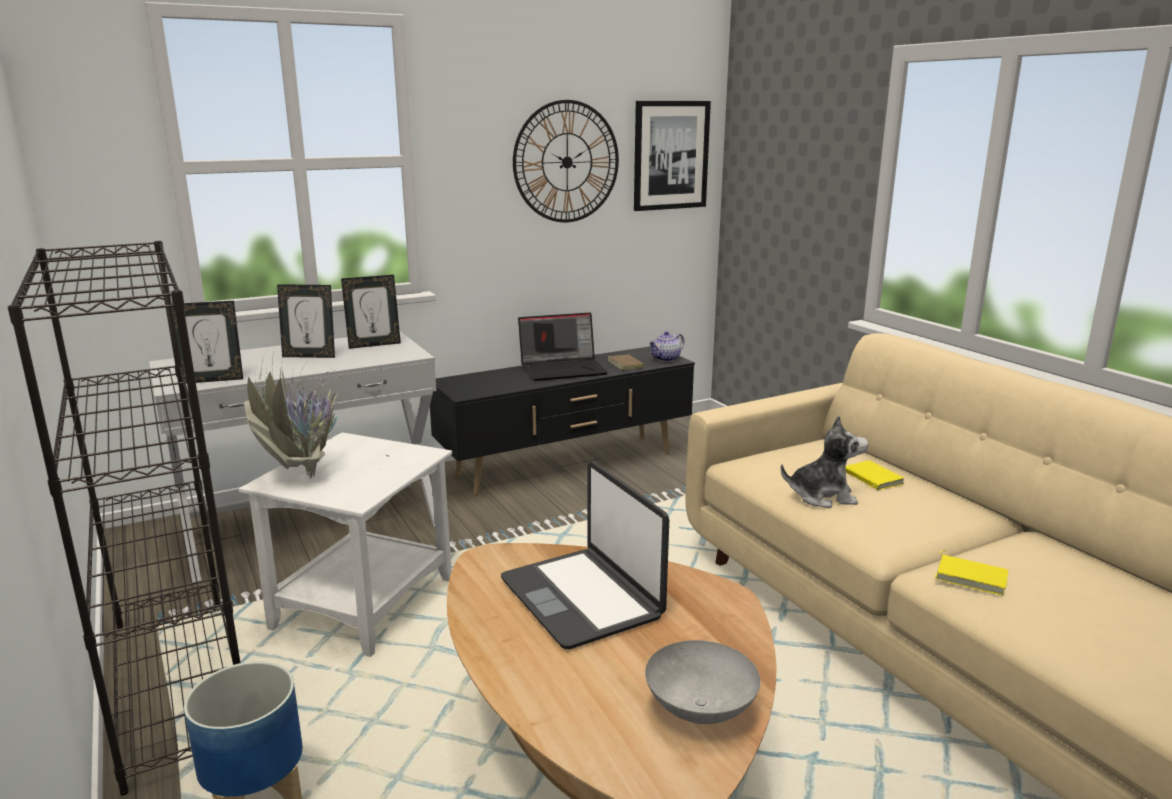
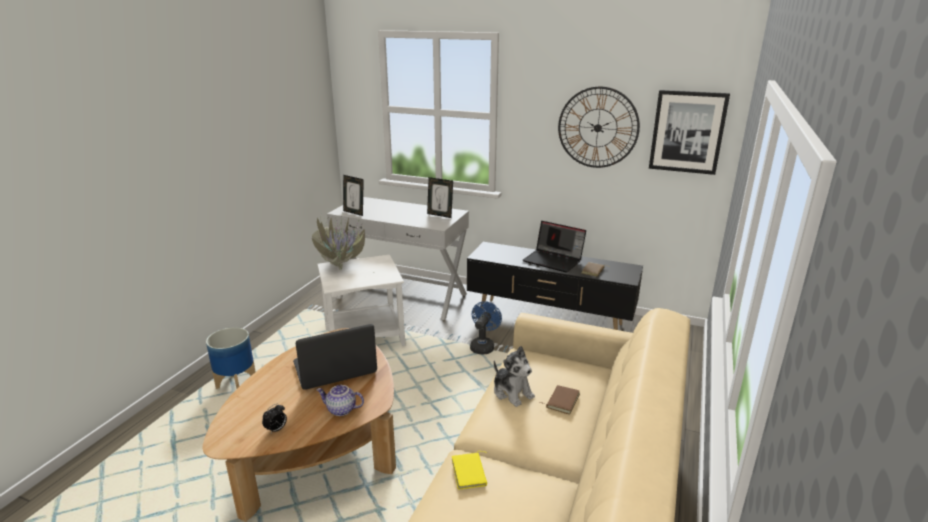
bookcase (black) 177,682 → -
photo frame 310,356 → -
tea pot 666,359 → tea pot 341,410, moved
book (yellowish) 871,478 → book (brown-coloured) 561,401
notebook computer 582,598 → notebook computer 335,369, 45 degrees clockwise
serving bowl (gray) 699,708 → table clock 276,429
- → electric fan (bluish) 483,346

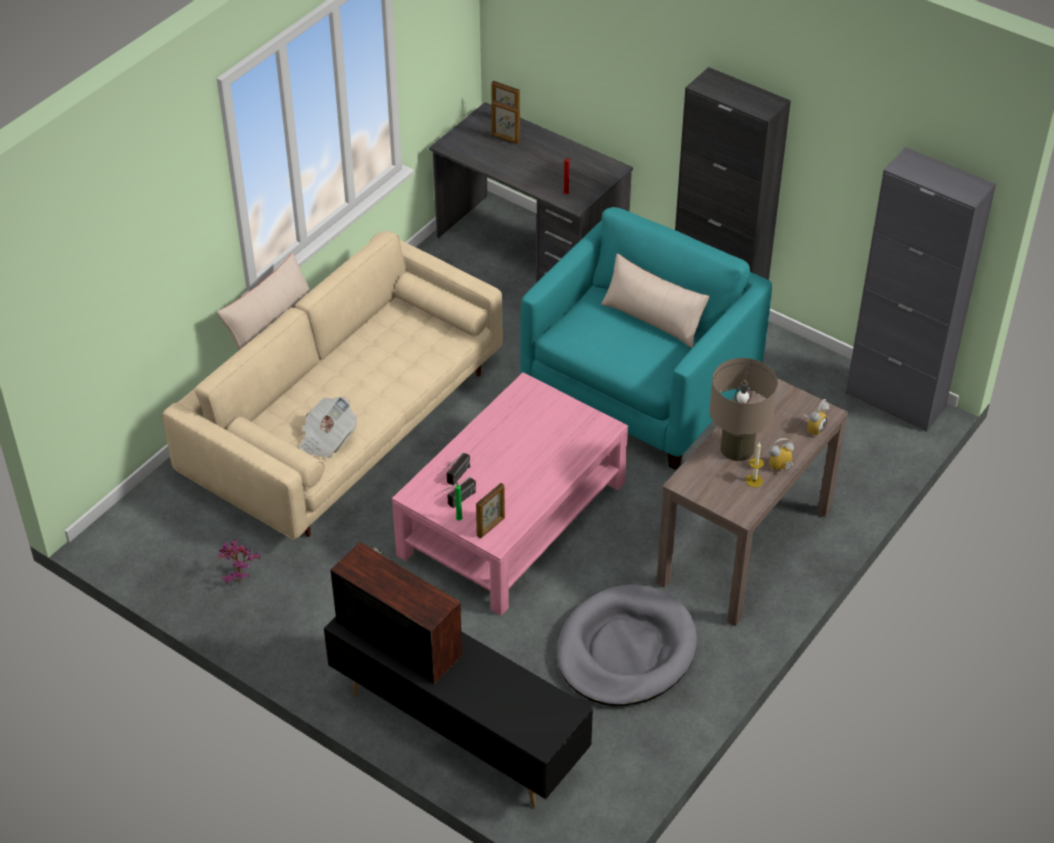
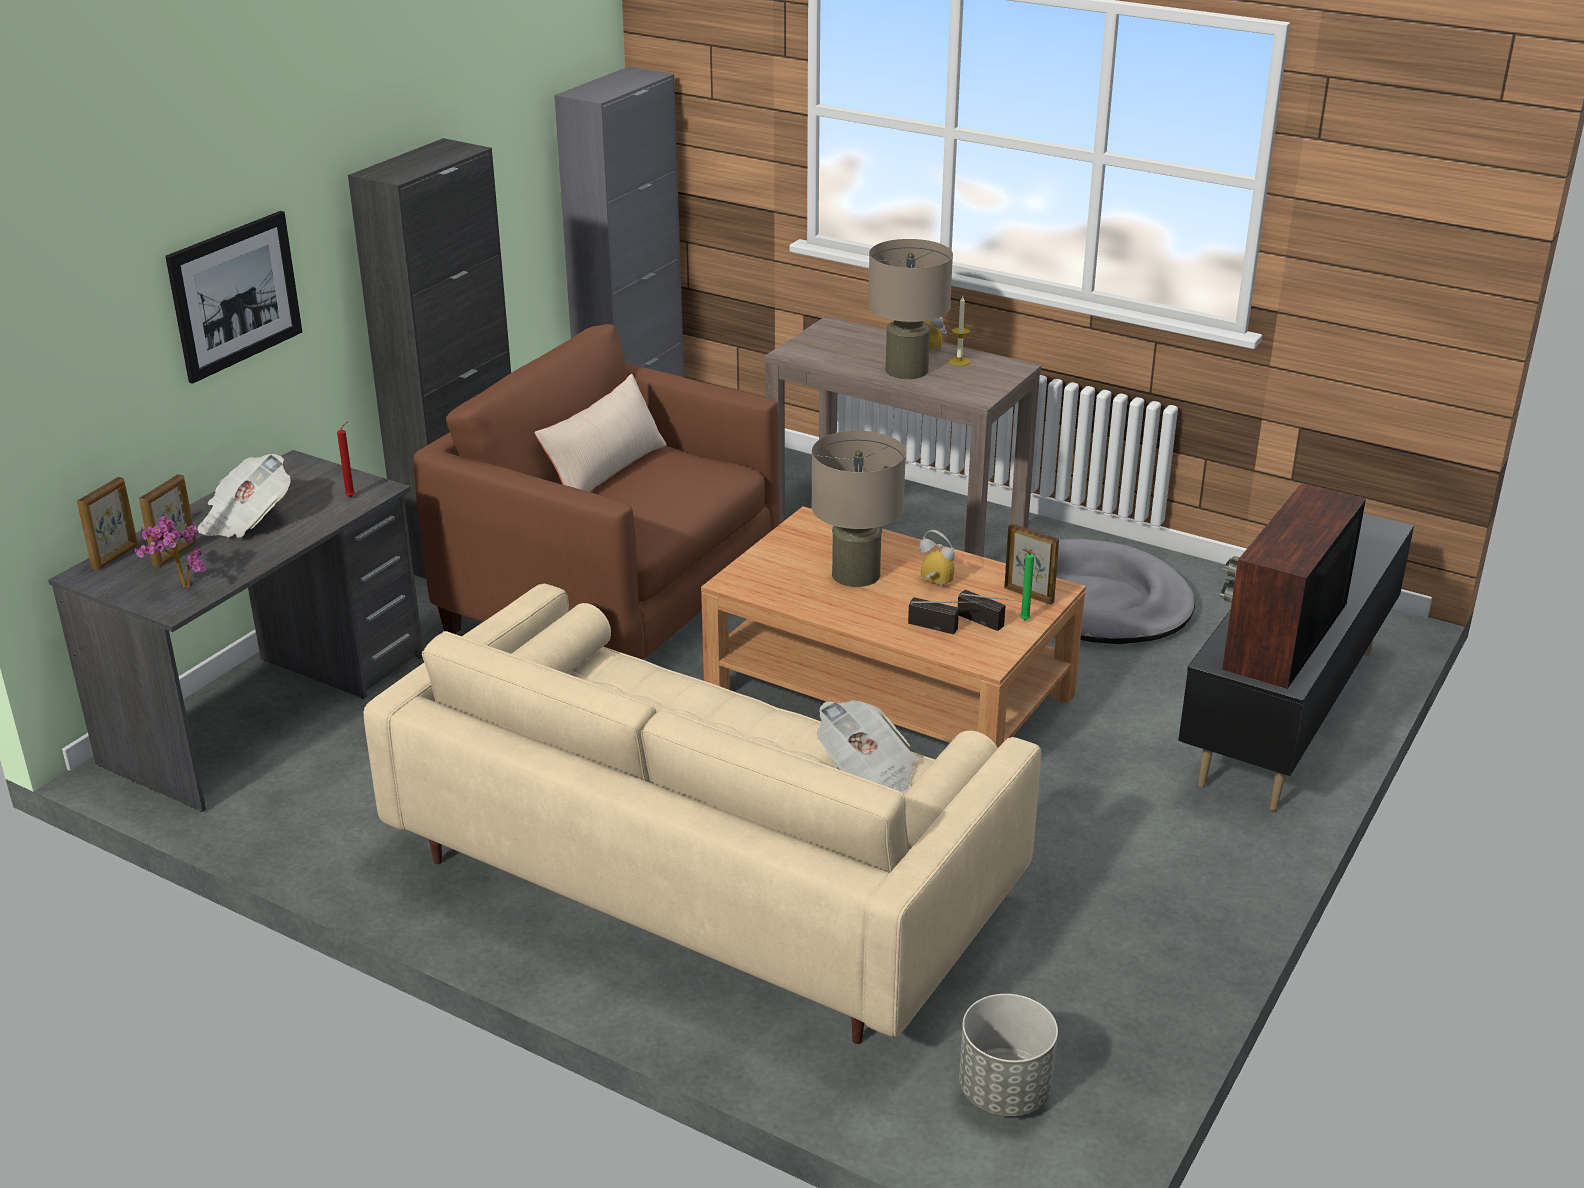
armchair (blue-green) 641,389 → armchair (brown-coloured) 613,602
cushion (beige-coloured) 270,324 → -
lounge table (pinkish) 513,517 → lounge table (brown-coloured) 887,695
table clock 813,427 → table clock 933,584, moved
potted plant 239,578 → potted plant 180,588, moved
- → picture 235,295
- → lamp for a table (beige-coloured) 855,574
- → daily paper 246,520
- → flower pot (gray) 1003,1091

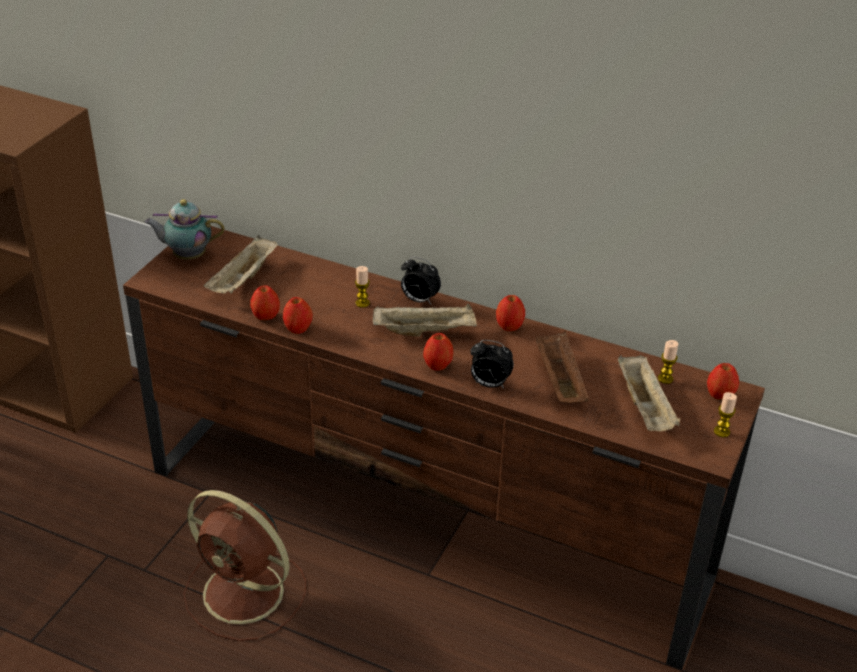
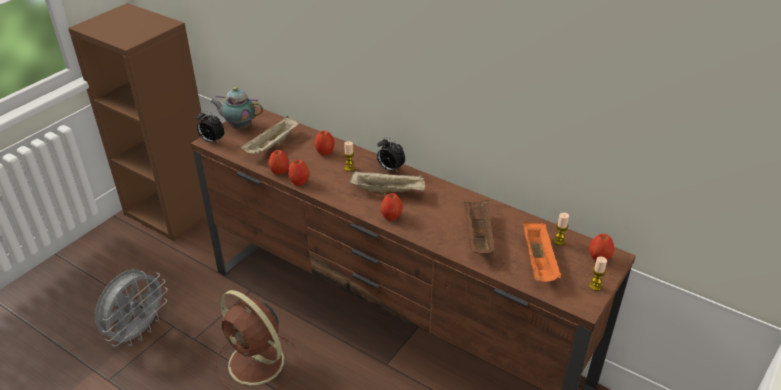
apple 509,326 → apple 325,152, moved
table clock 489,384 → table clock 212,141, moved
serving tray (beige-coloured) 645,408 → serving tray (orange-coloured) 539,262
- → electric fan (gray) 138,332

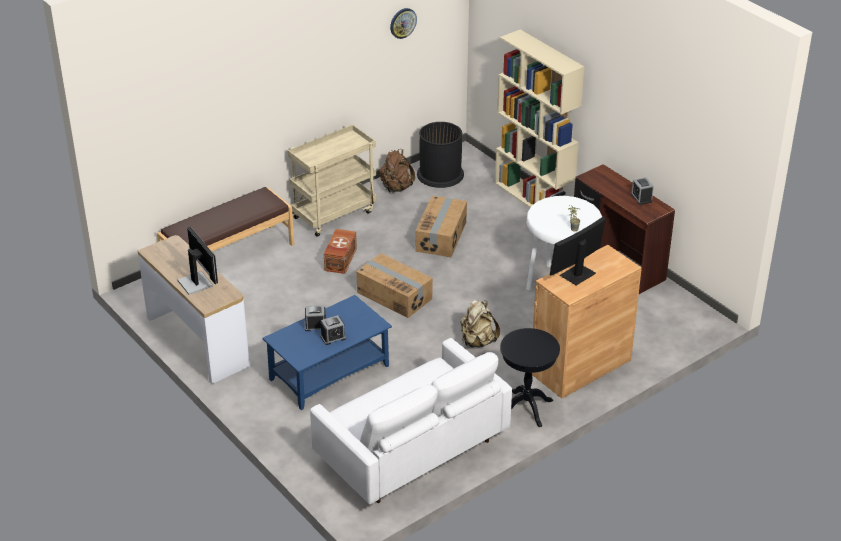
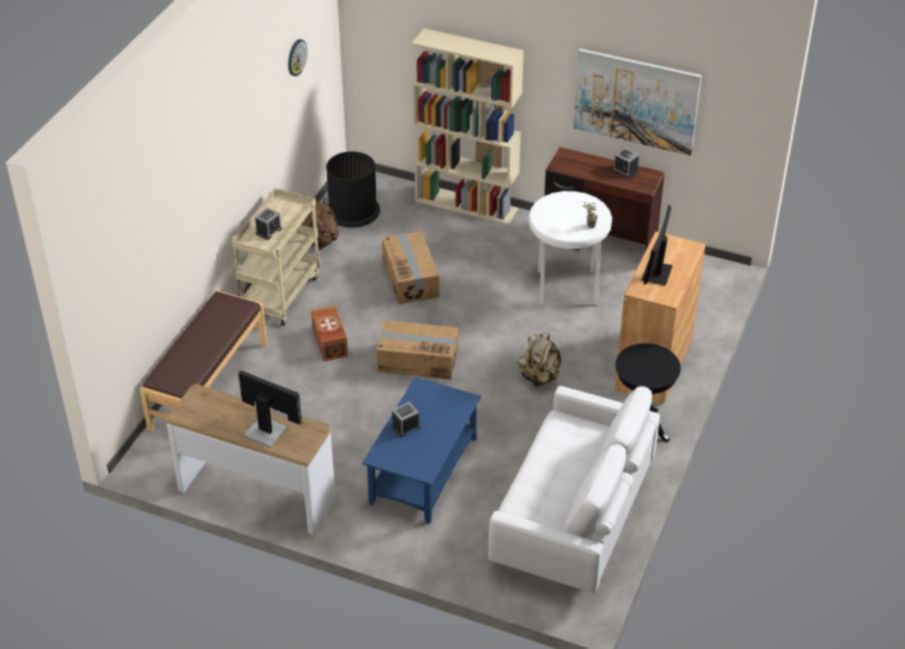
table clock 333,337 → table clock 269,231, moved
- → picture 636,101

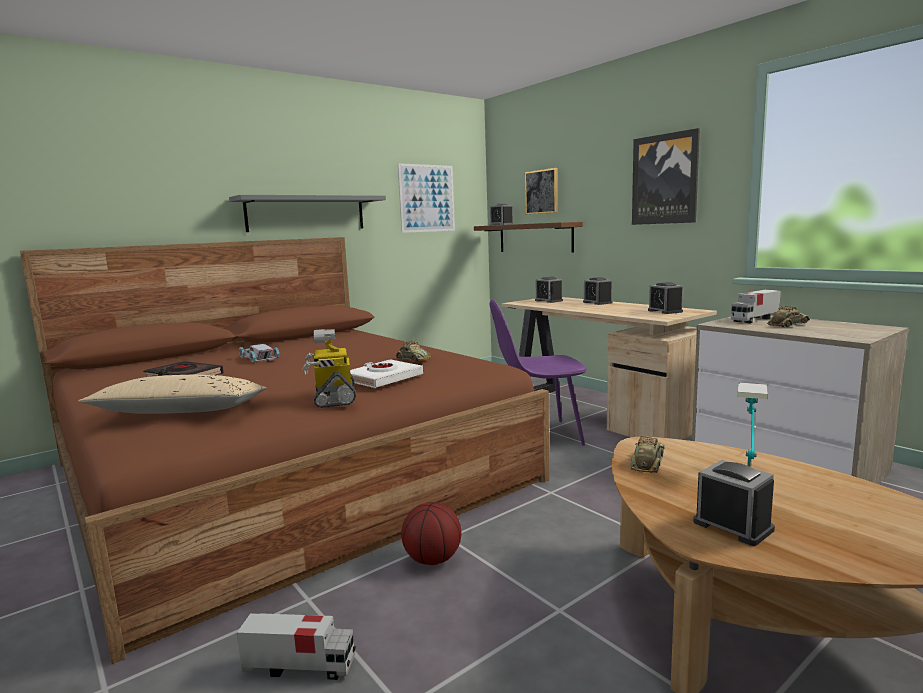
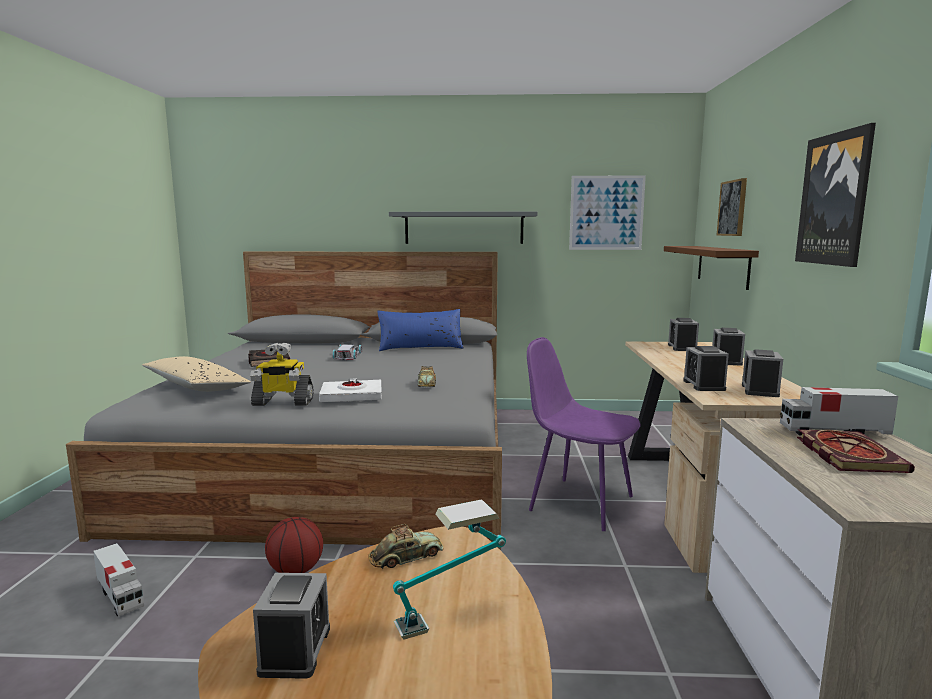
table clock 501,224 → table clock 704,385, moved
bed (brown-coloured) 286,471 → bed (gray) 344,457
model car 788,325 → book 846,454
model robot 334,398 → model robot 282,402, 120 degrees counterclockwise
- → cushion (bluish) 420,348

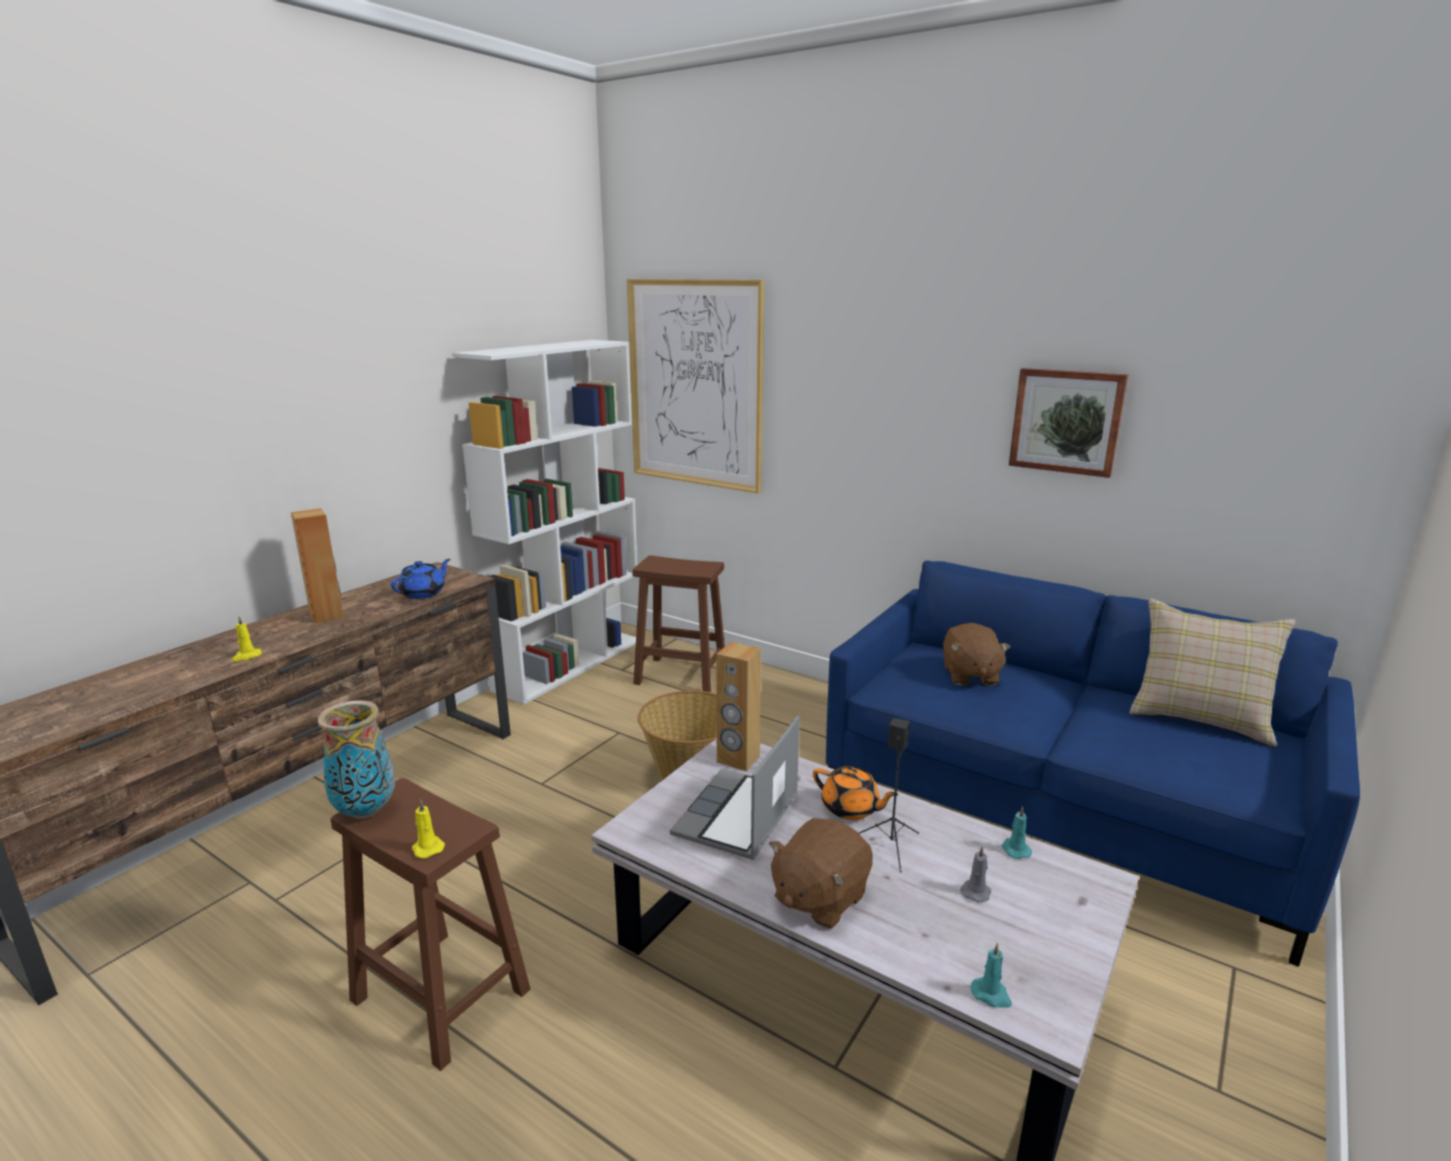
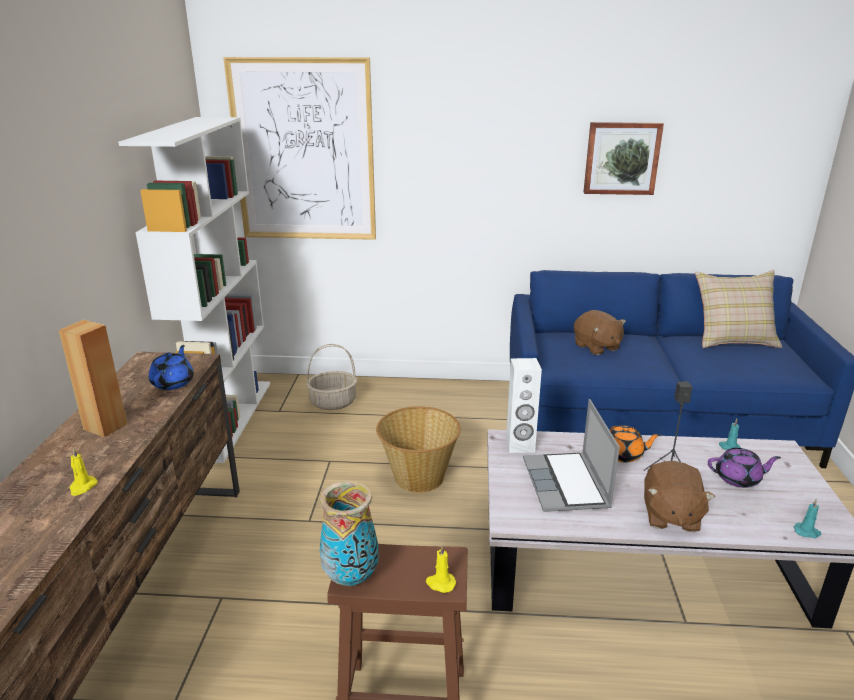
stool seat (brown-coloured) 682,675 → household basket 333,402
audio speaker (brown-coloured) 738,759 → audio speaker (white) 520,446
candle (gray) 976,891 → tea pot (purple-coloured) 738,479

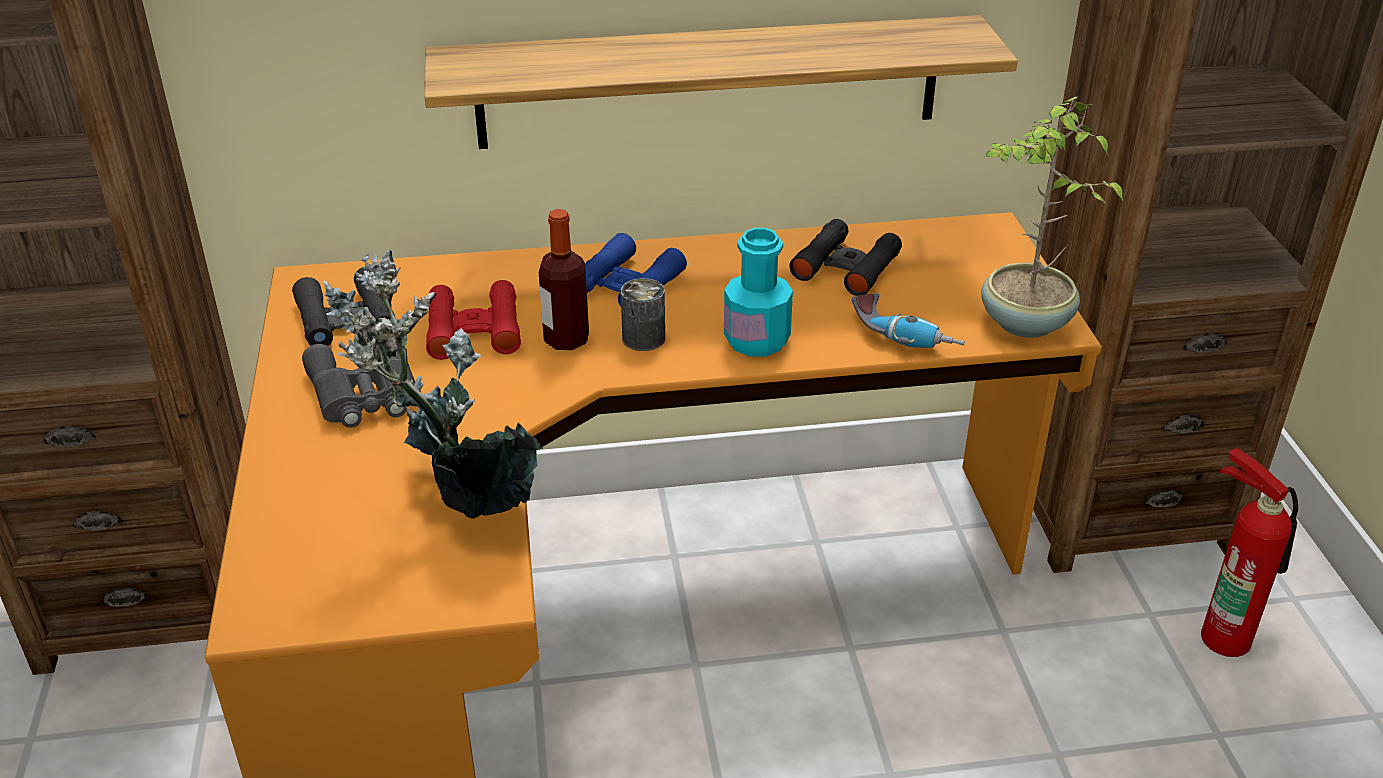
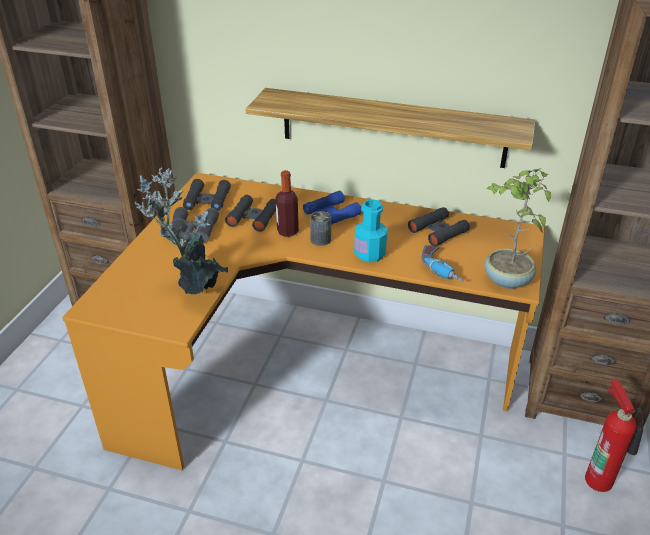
pair of binoculars (reddish) 474,329 → pair of binoculars (black) 253,217

